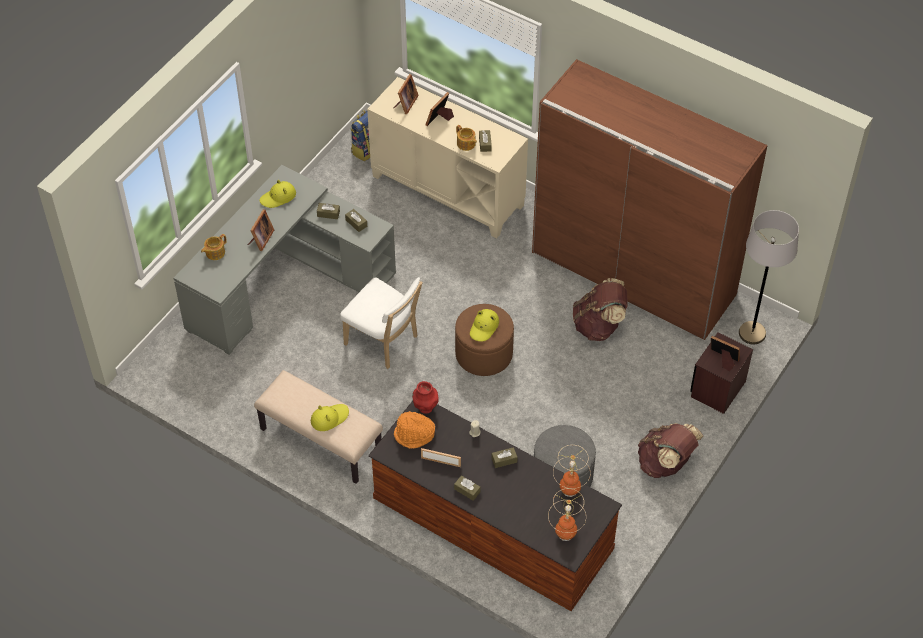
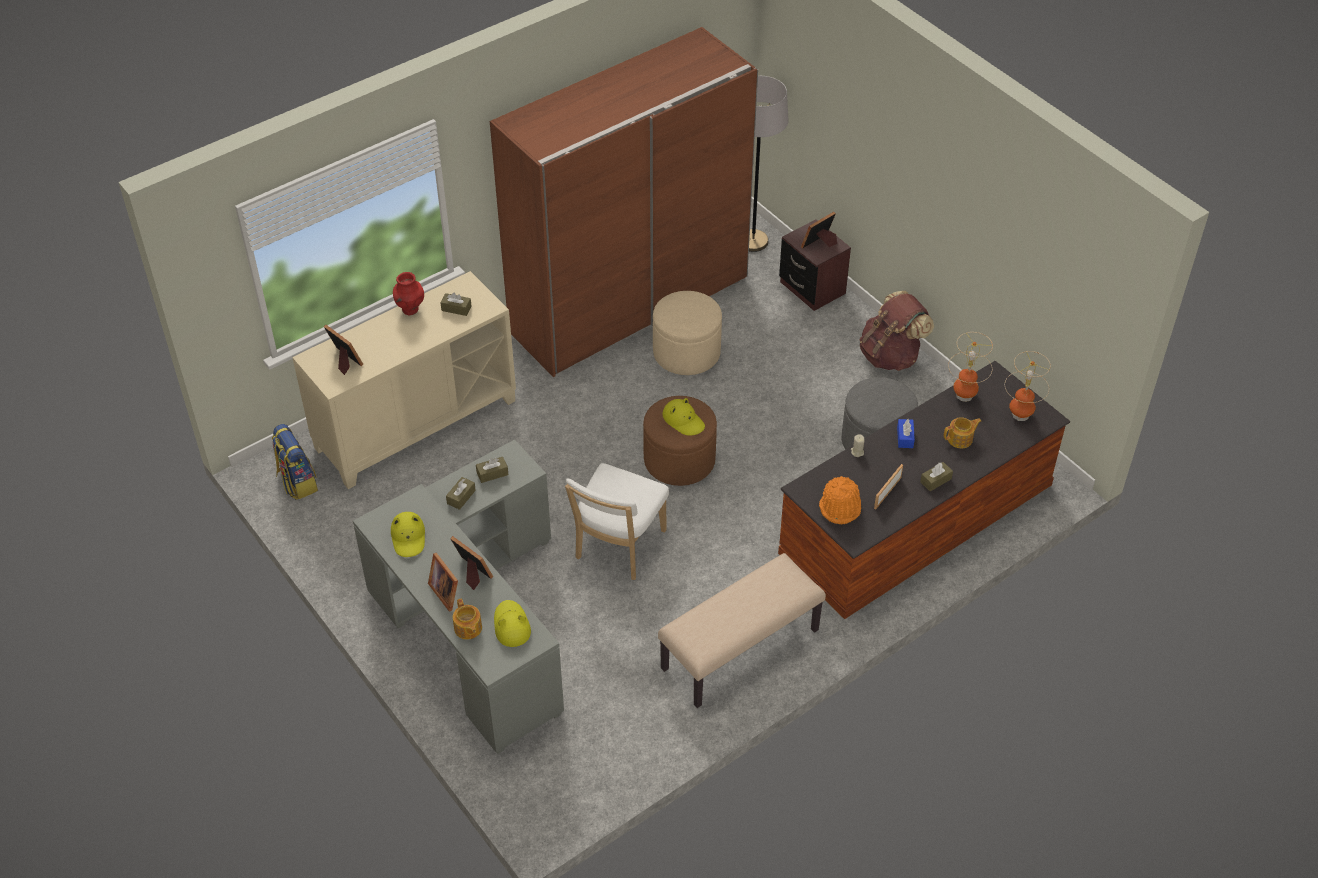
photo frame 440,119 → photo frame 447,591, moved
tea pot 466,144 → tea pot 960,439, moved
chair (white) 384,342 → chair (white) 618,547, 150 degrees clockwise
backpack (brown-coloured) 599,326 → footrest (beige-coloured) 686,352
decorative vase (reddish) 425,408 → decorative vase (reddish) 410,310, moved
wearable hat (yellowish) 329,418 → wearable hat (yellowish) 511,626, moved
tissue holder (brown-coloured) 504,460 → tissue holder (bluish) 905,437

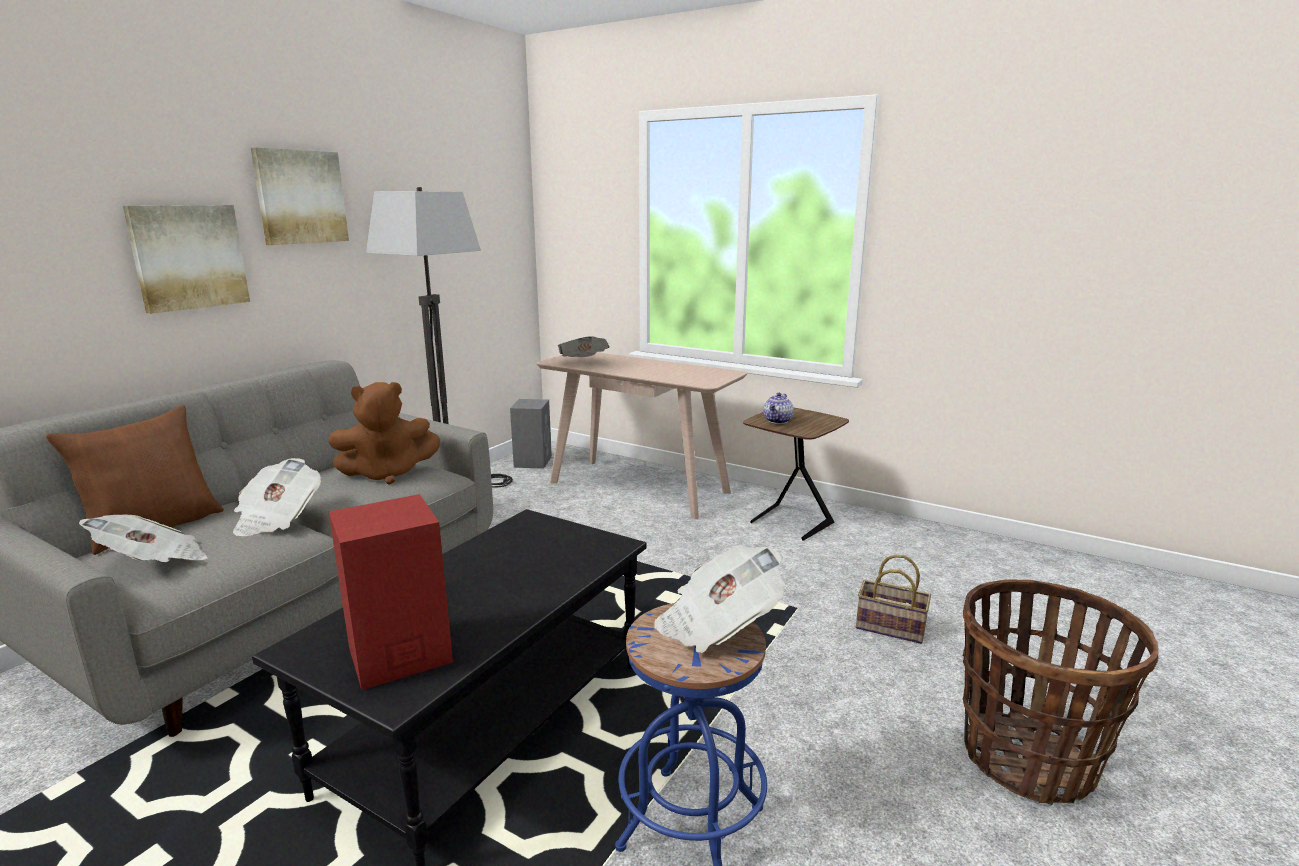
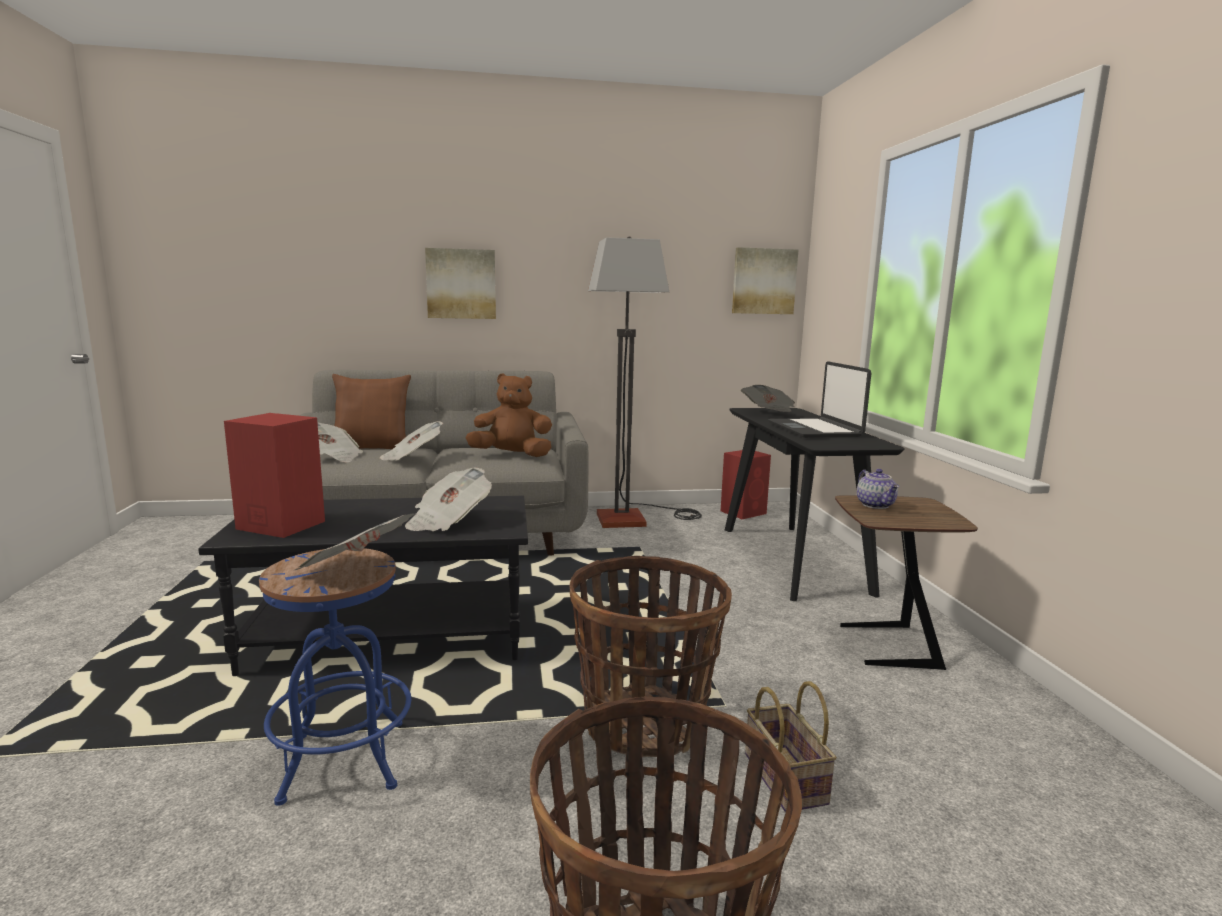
picture 300,197 → picture 763,281, moved
narrow table (beige-coloured) 639,487 → narrow table (black) 793,559
plush toy (brown-coloured) 387,474 → plush toy (brown-coloured) 512,455, 150 degrees clockwise
tea pot 778,421 → tea pot 876,505, 90 degrees counterclockwise
audio speaker (gray) 533,461 → audio speaker (reddish) 744,512
- → notebook computer 815,430
- → daily paper 448,522
- → household basket 644,724

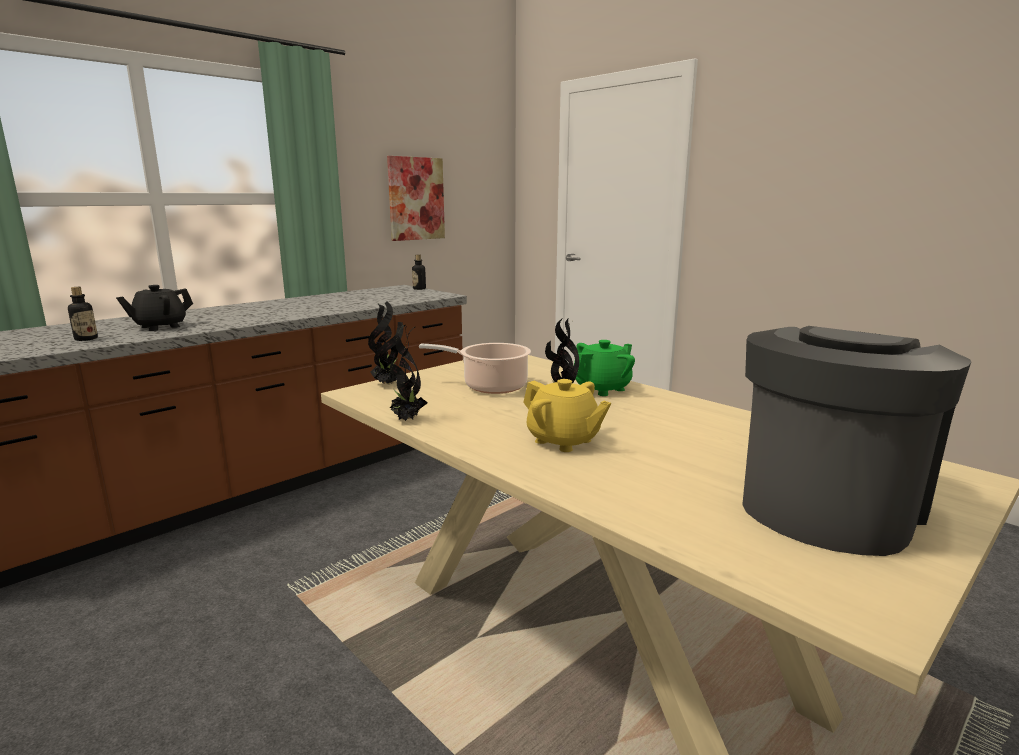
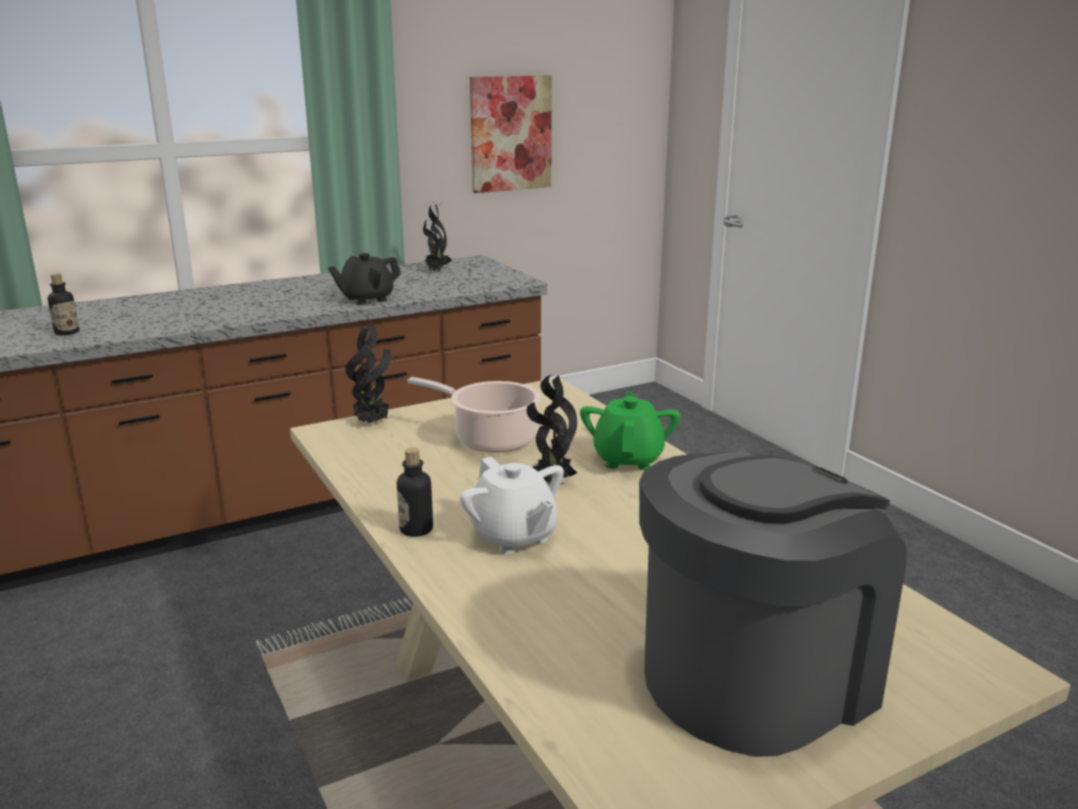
beverage bottle 419,289 → beverage bottle 416,529, moved
tea pot (black) 160,327 → tea pot (black) 366,299, moved
potted plant 407,419 → potted plant 436,271, moved
tea pot (greenish) 603,389 → tea pot (greenish) 628,459, 60 degrees counterclockwise
tea pot (yellowish) 563,441 → tea pot (white) 513,536

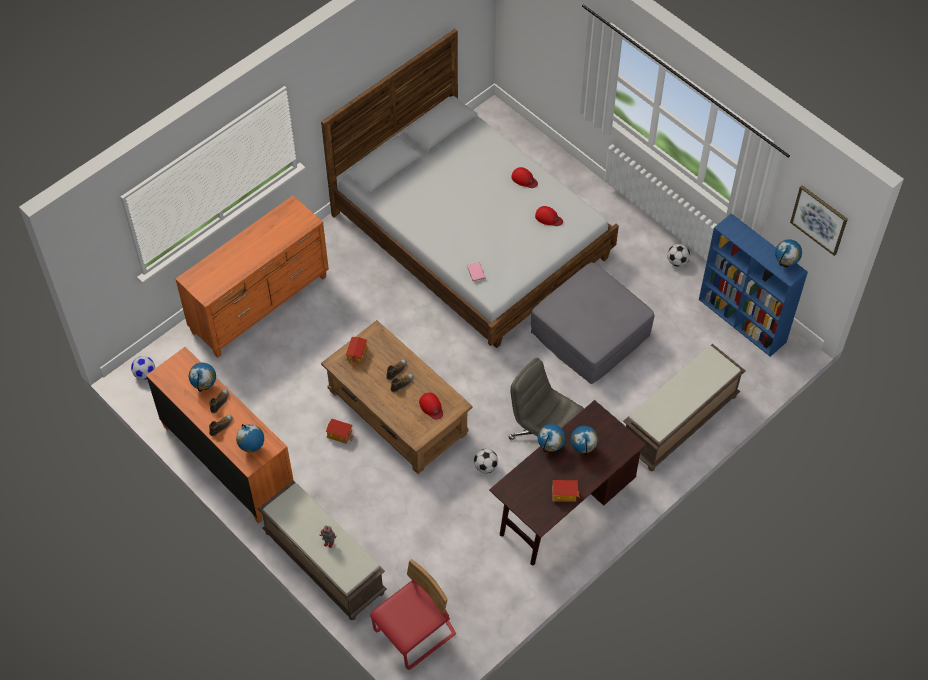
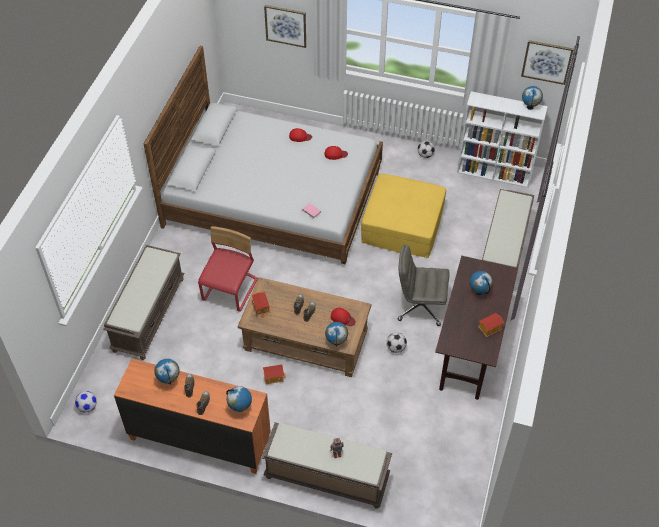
dresser (orange-coloured) 260,305 → bench (brown-coloured) 148,313
bookcase (bluish) 743,321 → bookcase (white) 495,173
footrest (gray) 590,333 → footrest (yellowish) 402,225
desk globe 550,448 → desk globe 336,342, moved
chair (reddish) 415,634 → chair (reddish) 231,290, moved
- → picture 285,25

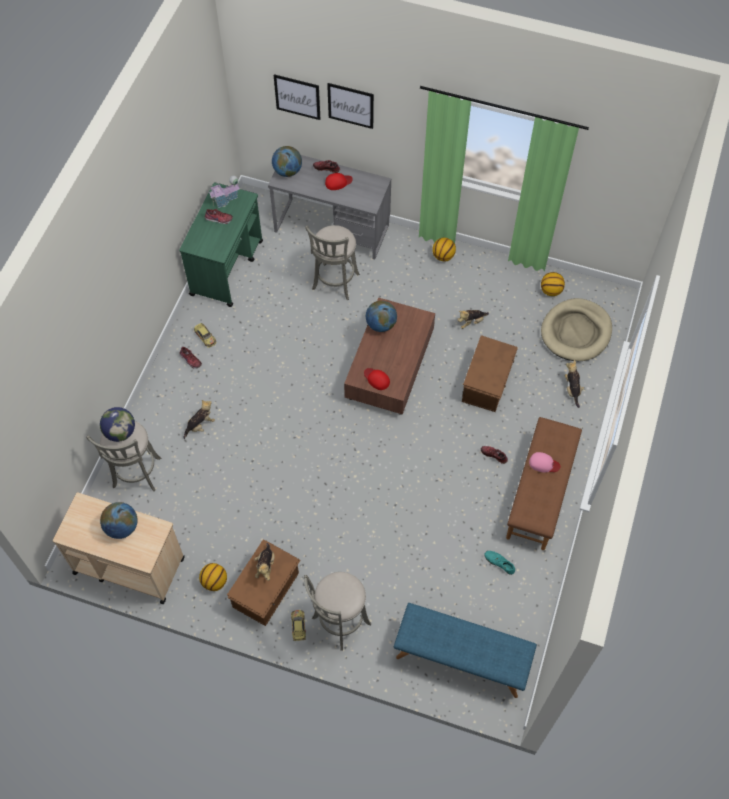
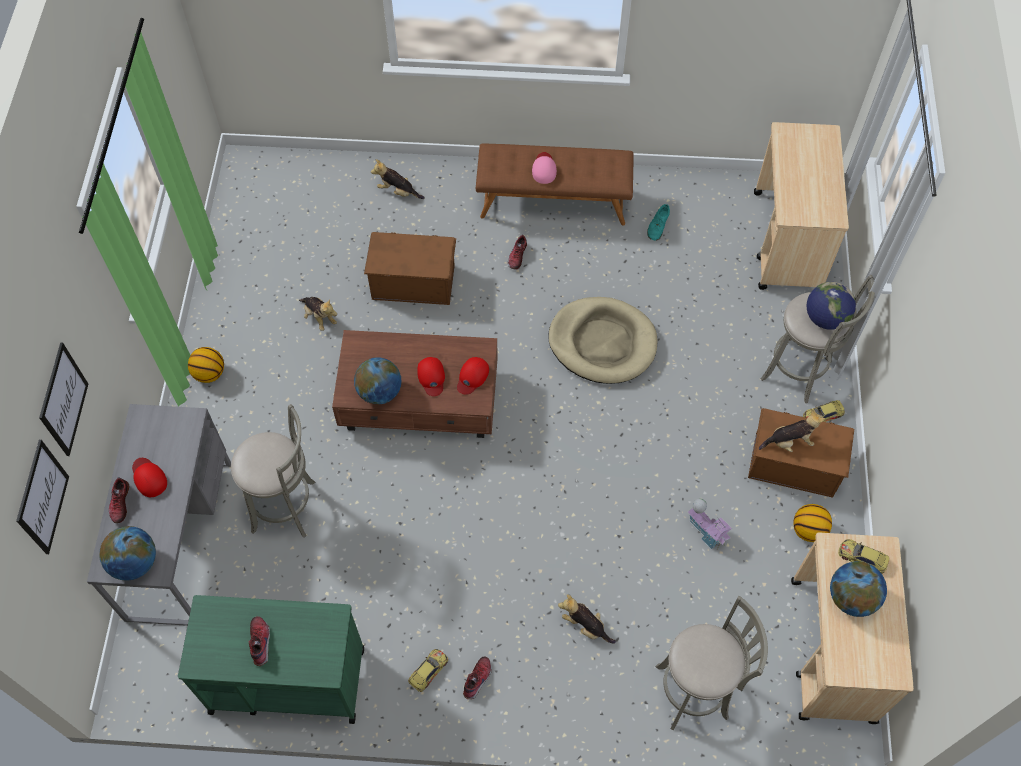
miniature house 226,199 → miniature house 707,532, moved
ball for basketball 551,291 → -
dog cushion (beige-coloured) 576,332 → dog cushion (beige-coloured) 602,342, moved
plush toy 572,389 → plush toy 398,191, 45 degrees clockwise
desk globe 120,432 → desk globe 825,318, moved
bench (bluish) 461,659 → cart (beige-coloured) 787,241
- → baseball cap (reddish) 431,377
- → model car 862,557

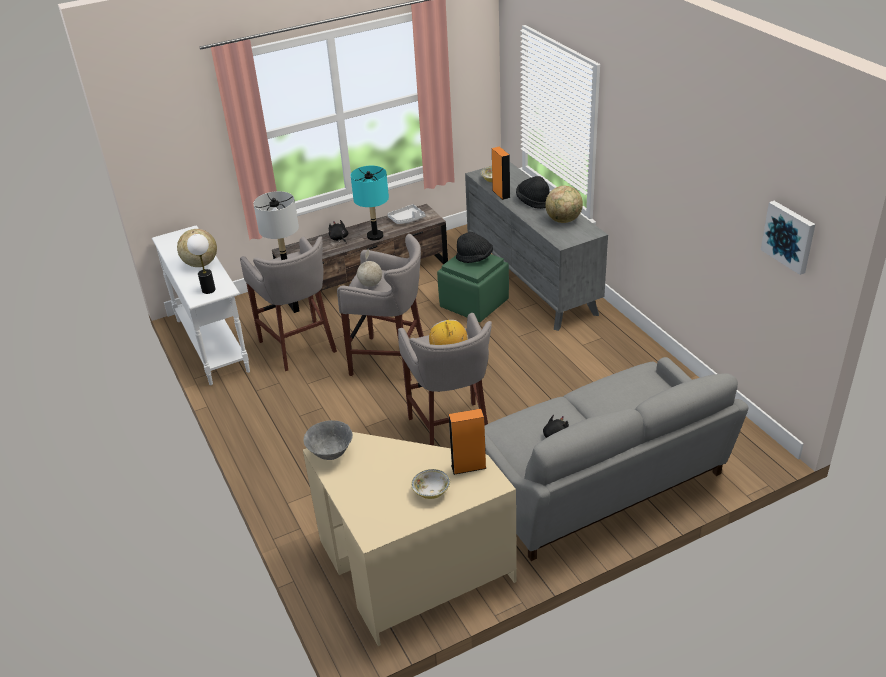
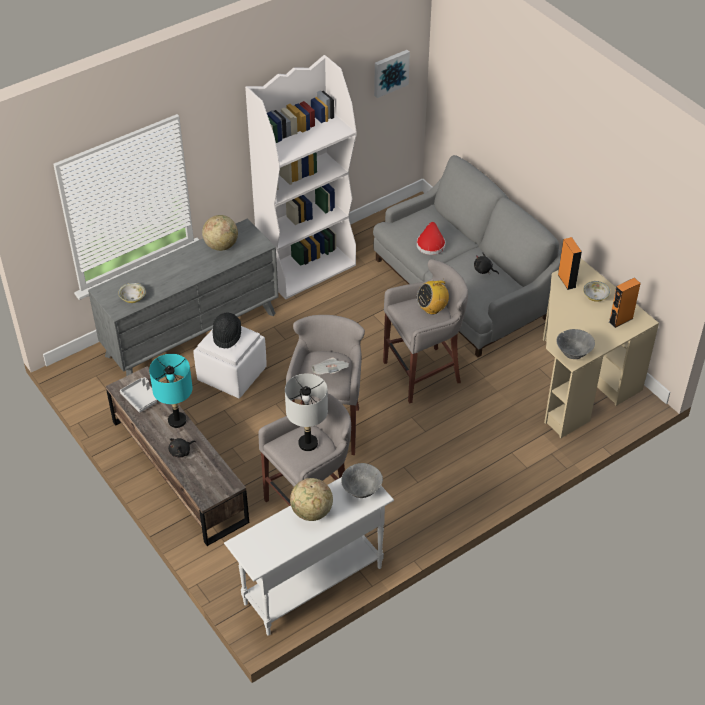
audio speaker (orange-coloured) 501,194 → audio speaker (orange-coloured) 620,320, moved
wearable hat (black) 533,201 → -
lamp for a table 208,290 → serving bowl (gray) 361,491
desk globe 371,284 → daily paper 330,373
footrest (greenish) 474,303 → footrest (white) 231,374
- → bookcase (white) 307,268
- → wearable hat (reddish) 430,244

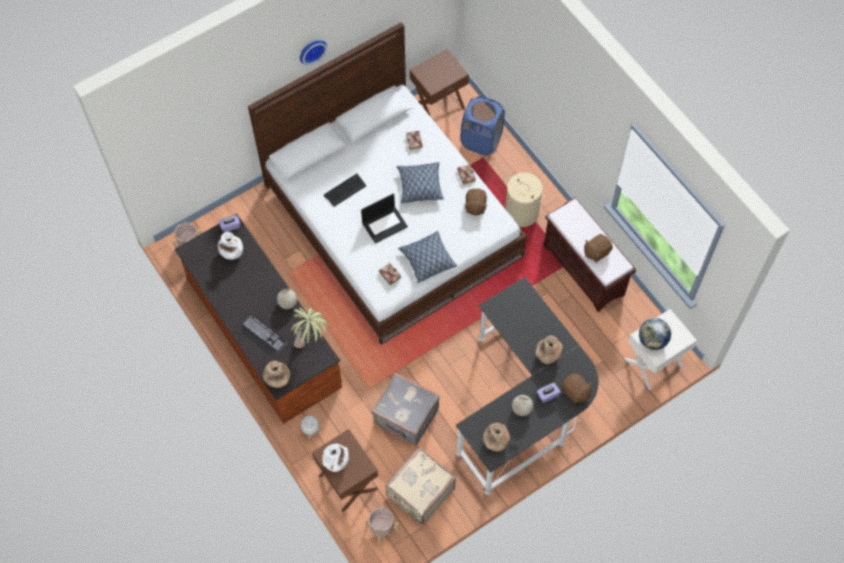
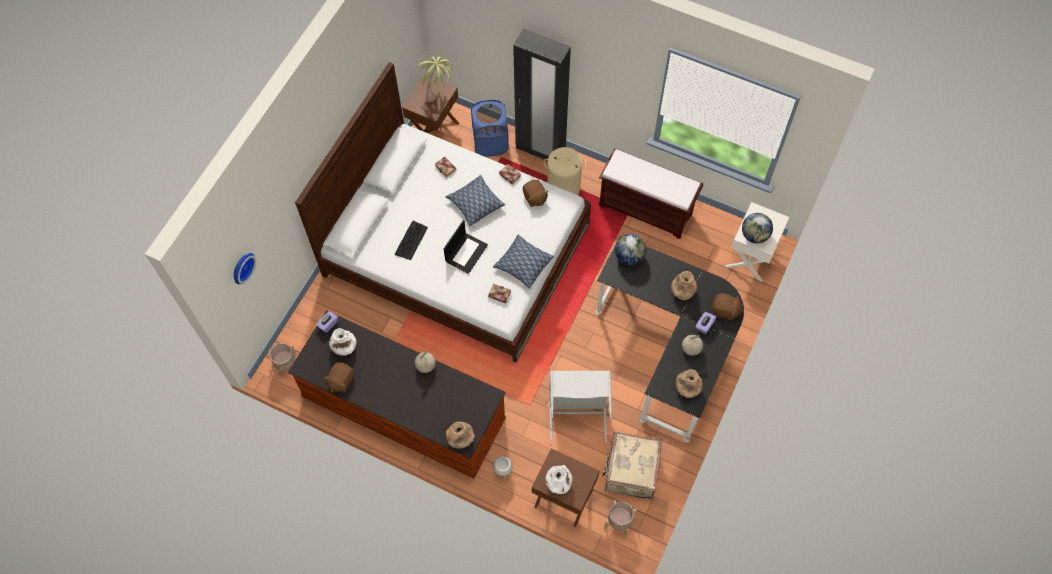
clock on the wall 311,50 → clock on the wall 242,267, moved
plush toy (brown-coloured) 596,252 → plush toy (brown-coloured) 341,381, moved
potted plant 311,340 → potted plant 438,92, moved
computer keyboard 262,336 → -
piece of luggage (gray) 406,417 → washing basket (gray) 577,413
- → clothes cupboard (black) 540,150
- → desk globe 629,256

